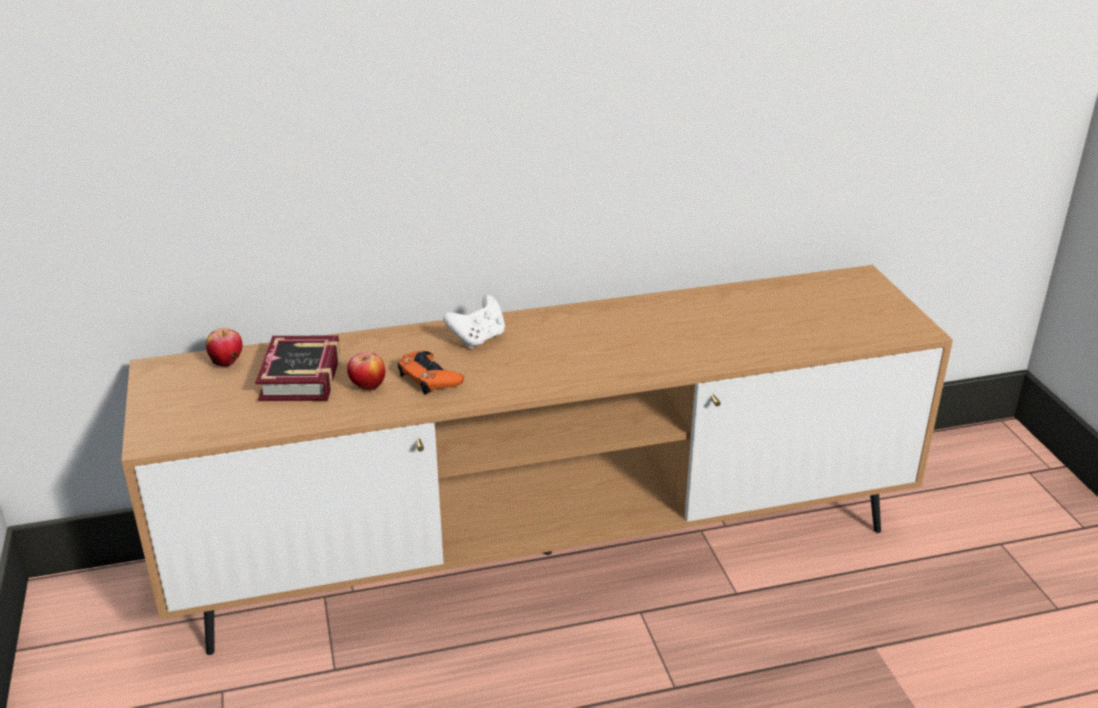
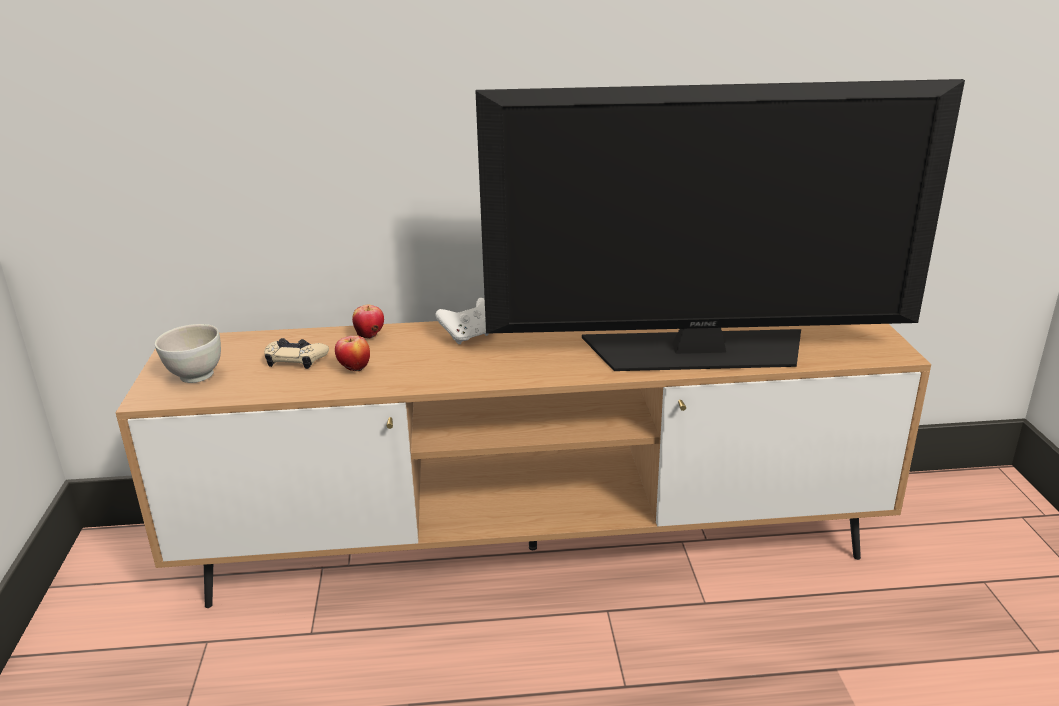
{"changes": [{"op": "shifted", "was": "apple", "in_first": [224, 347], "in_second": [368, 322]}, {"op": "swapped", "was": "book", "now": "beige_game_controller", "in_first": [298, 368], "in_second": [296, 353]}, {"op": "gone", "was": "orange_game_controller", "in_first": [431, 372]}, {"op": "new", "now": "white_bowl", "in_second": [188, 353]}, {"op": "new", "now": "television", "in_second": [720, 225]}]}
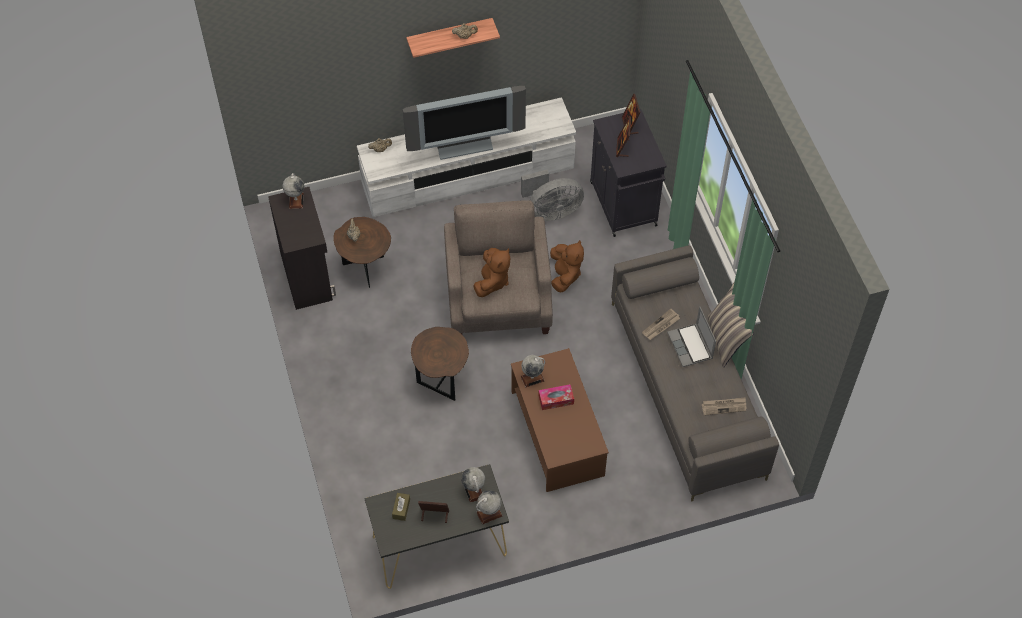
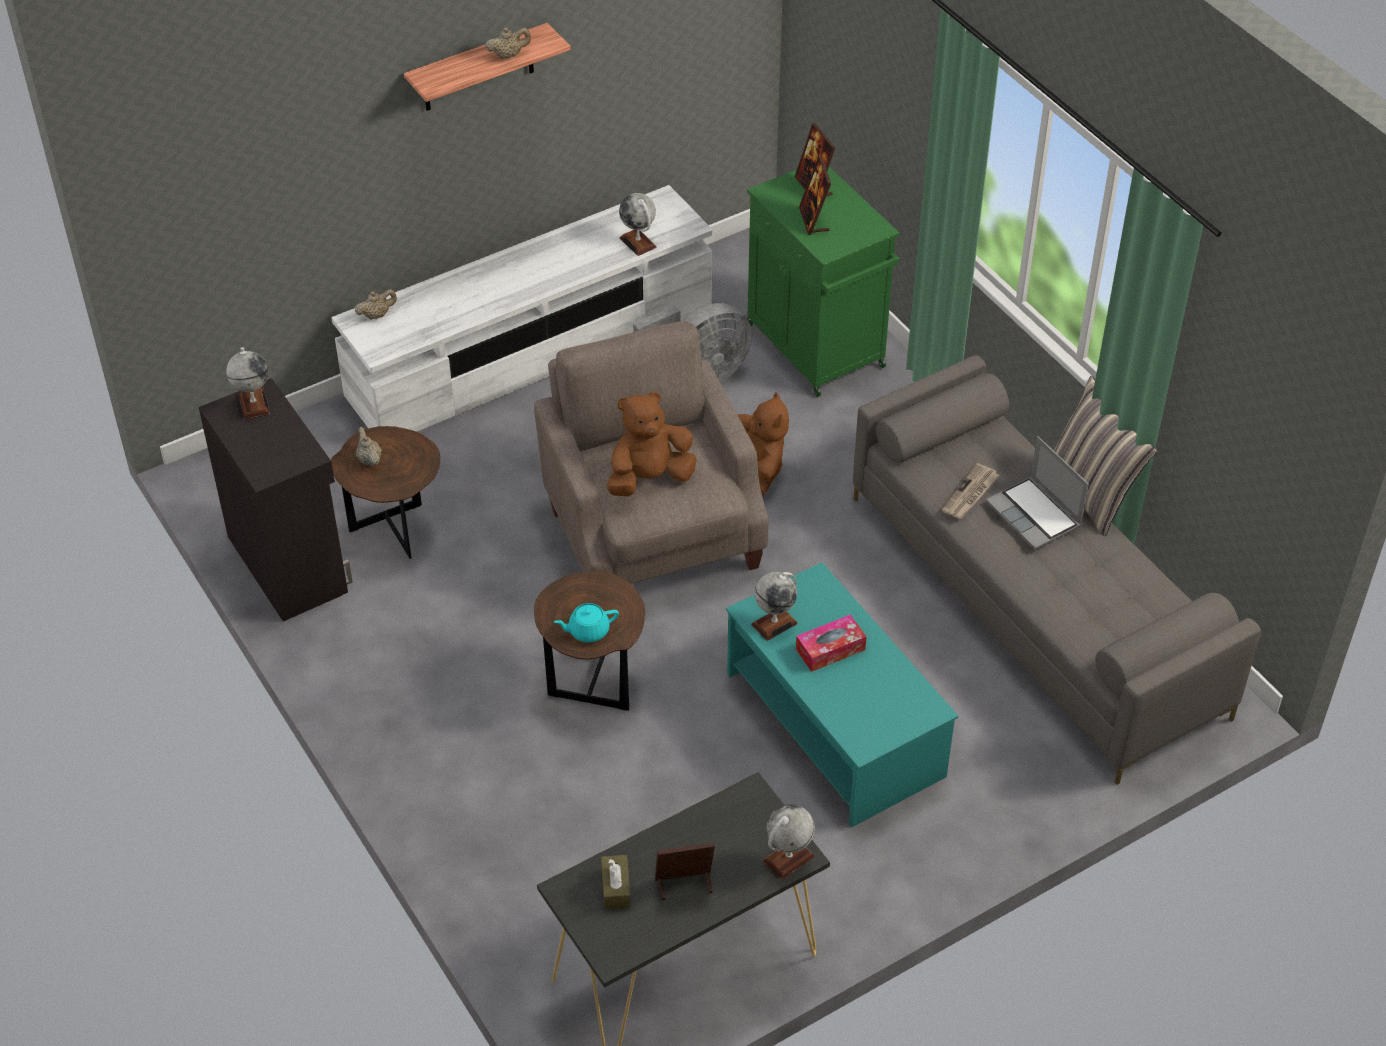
{"changes": [{"op": "gone", "was": "television", "in_first": [464, 123]}, {"op": "shifted", "was": "globe", "in_first": [473, 485], "in_second": [638, 224]}, {"op": "rotated", "was": "brown_plush_toy", "in_first": [491, 272], "in_second": [651, 443], "clockwise": -120}, {"op": "repainted", "was": "brown_coffee_table", "now": "turquoise_coffee_table", "in_first": [560, 420], "in_second": [842, 695]}, {"op": "repainted", "was": "black_cabinet", "now": "green_cabinet", "in_first": [628, 173], "in_second": [823, 282]}, {"op": "gone", "was": "newspaper", "in_first": [724, 406]}, {"op": "new", "now": "turquoise_teapot", "in_second": [586, 622]}]}
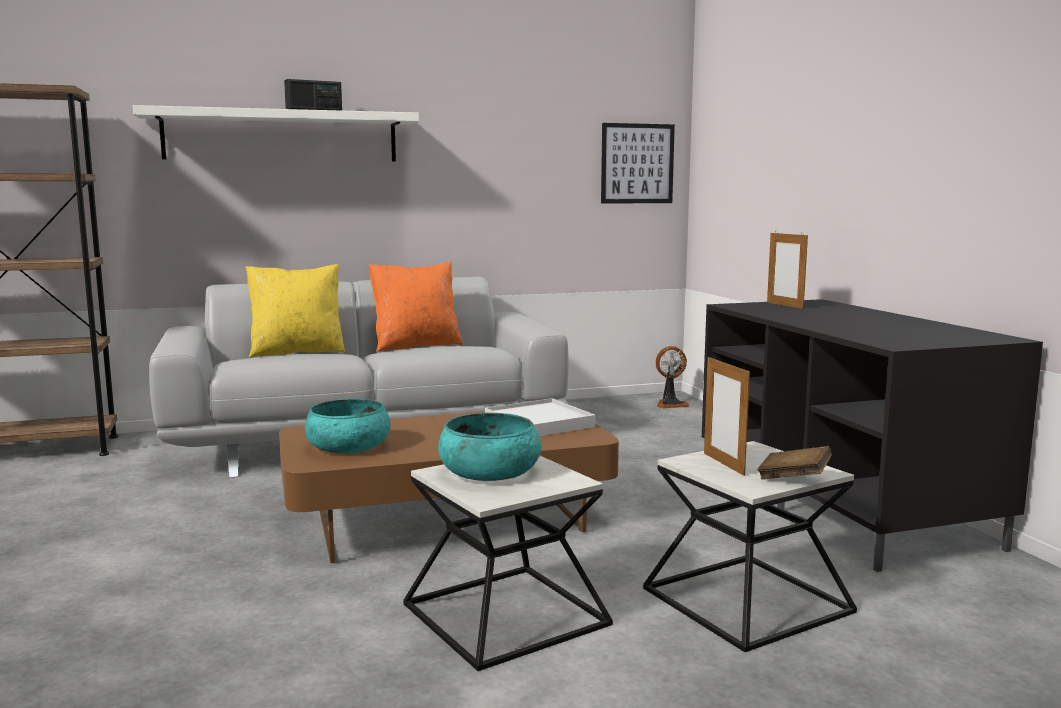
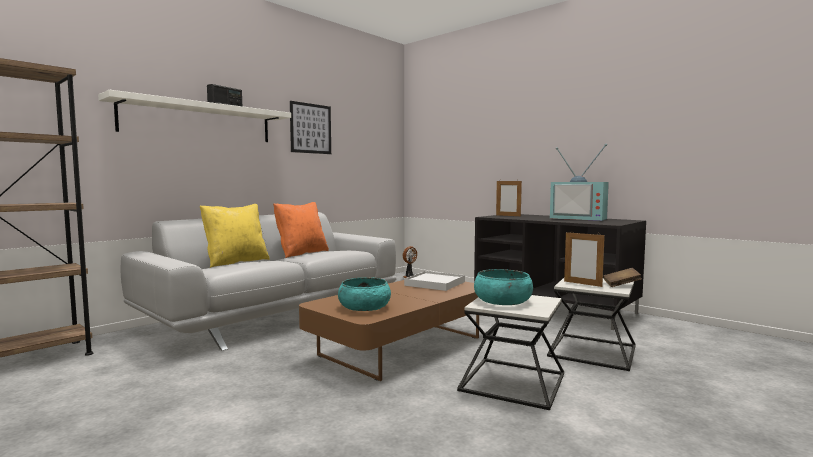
{"changes": [{"op": "shifted", "was": "picture", "in_first": [638, 163], "in_second": [310, 127]}, {"op": "new", "now": "television", "in_second": [579, 182]}]}
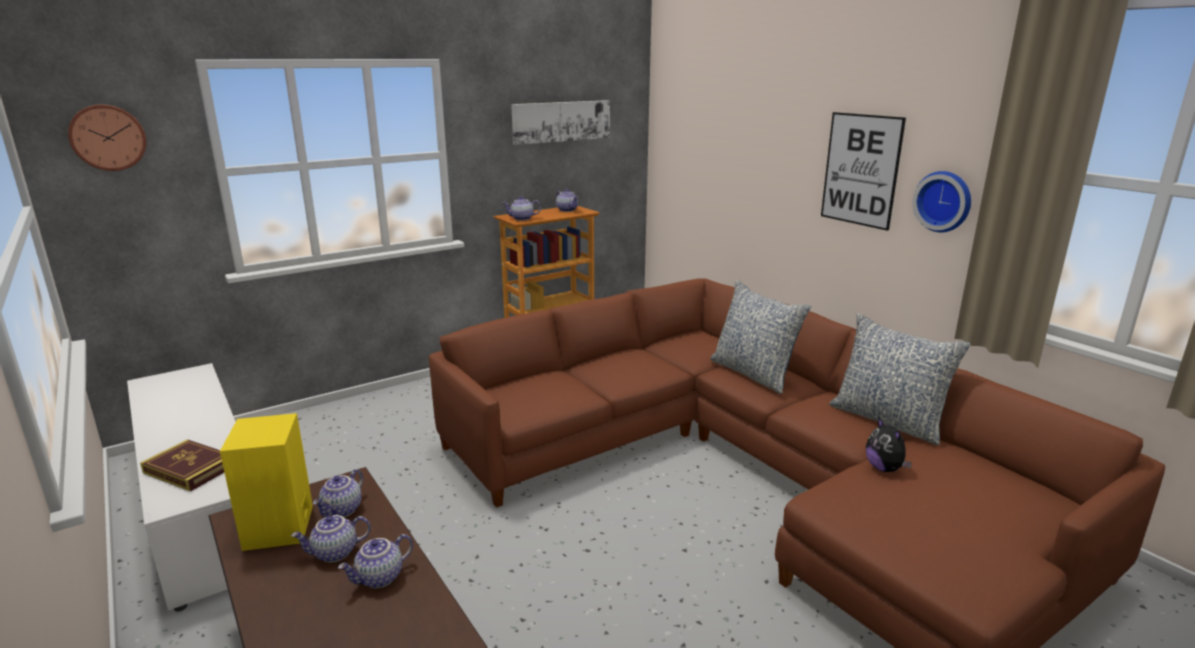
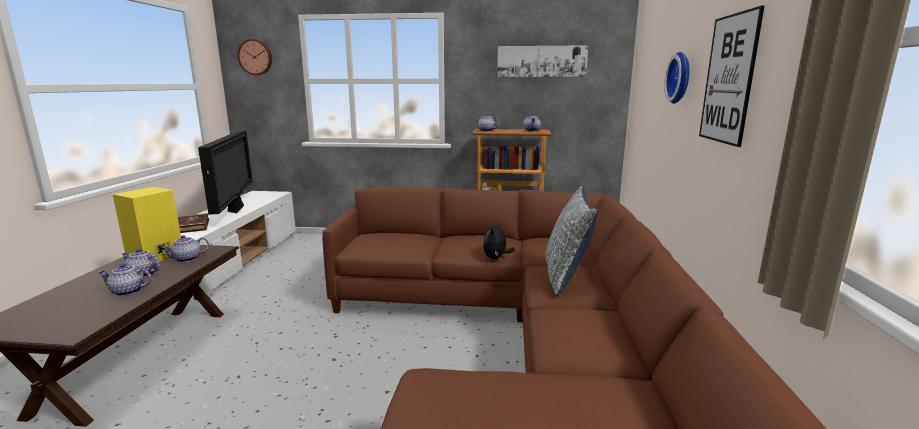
{"changes": [{"op": "gone", "was": "pillow", "in_first": [900, 379]}, {"op": "shifted", "was": "plush_toy", "in_first": [889, 445], "in_second": [499, 240]}, {"op": "shifted", "was": "wall_clock", "in_first": [941, 201], "in_second": [677, 78]}, {"op": "new", "now": "television", "in_second": [225, 173]}]}
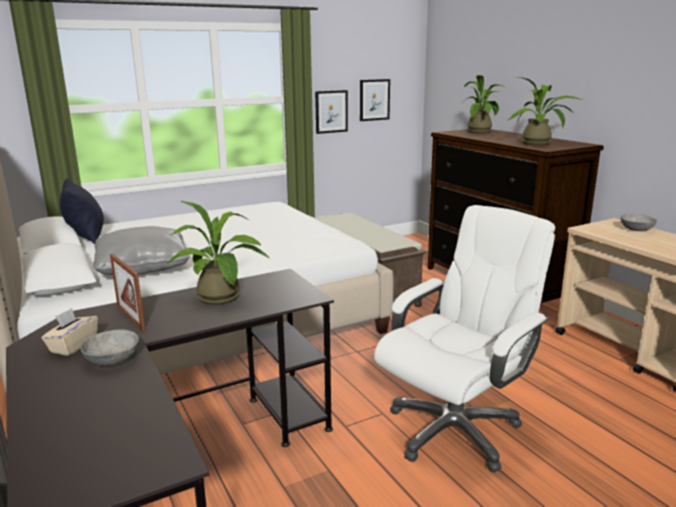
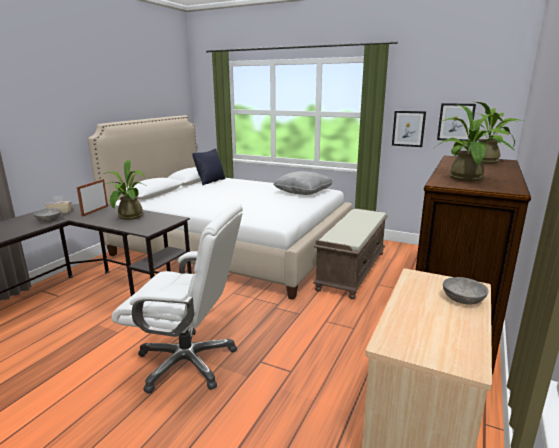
{"changes": [{"op": "shifted", "was": "grey_pillow", "in_first": [141, 250], "in_second": [303, 183]}]}
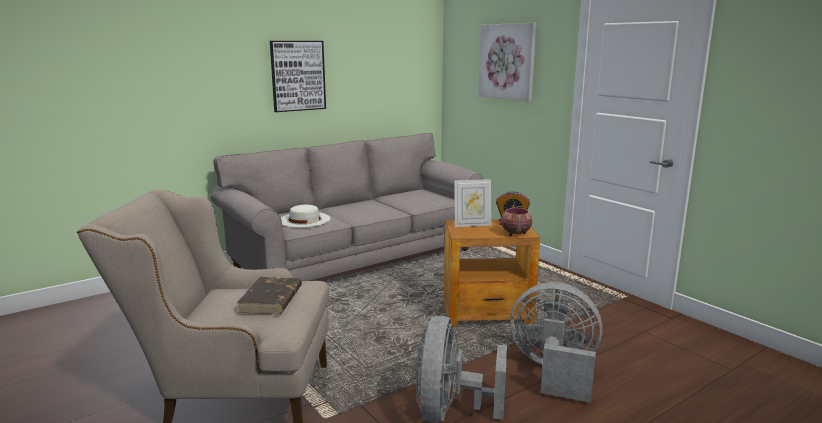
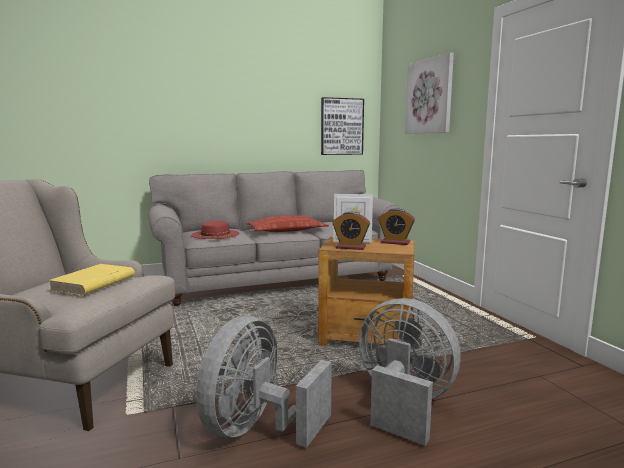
{"changes": [{"op": "repainted", "was": "brown_book", "now": "yellow_book", "in_first": [269, 295], "in_second": [91, 279]}, {"op": "shifted", "was": "picture", "in_first": [298, 76], "in_second": [342, 126]}, {"op": "repainted", "was": "white_hat", "now": "red_hat", "in_first": [306, 216], "in_second": [215, 230]}, {"op": "gone", "was": "bowl", "in_first": [516, 222]}, {"op": "new", "now": "pillow", "in_second": [287, 223]}, {"op": "new", "now": "alarm_clock", "in_second": [351, 231]}]}
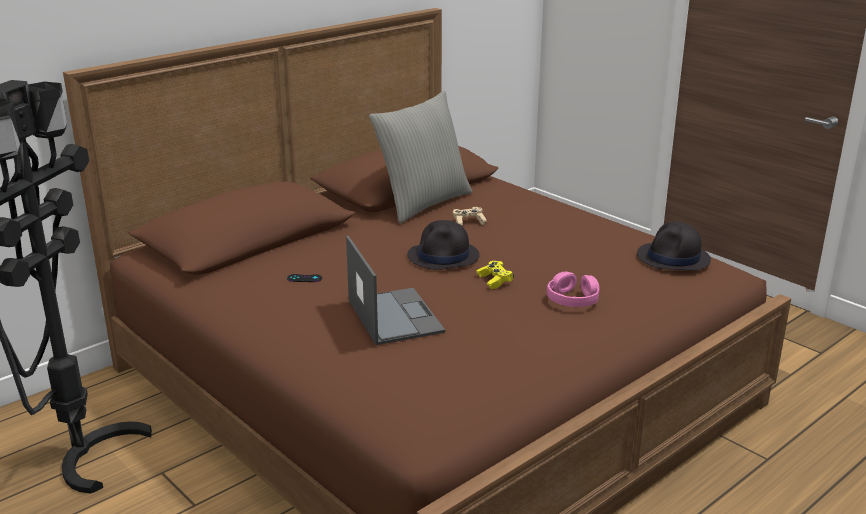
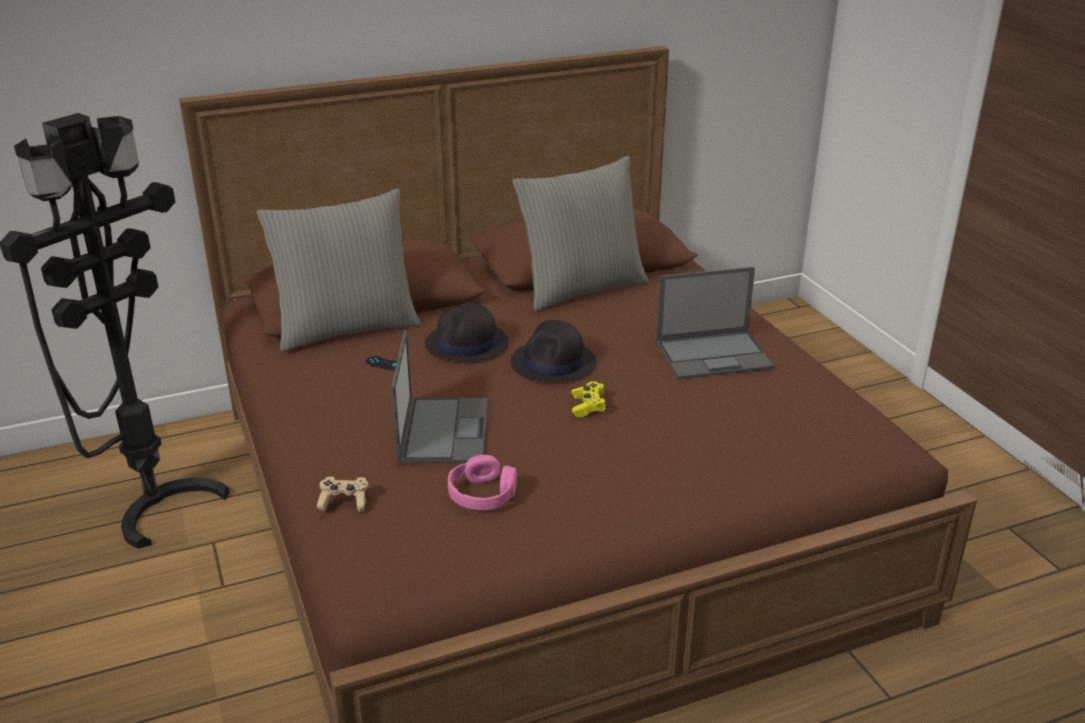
{"changes": [{"op": "shifted", "was": "beige_game_controller", "in_first": [470, 216], "in_second": [342, 494]}, {"op": "shifted", "was": "pink_headphones", "in_first": [573, 289], "in_second": [482, 482]}, {"op": "shifted", "was": "black_hat", "in_first": [674, 246], "in_second": [467, 332]}, {"op": "new", "now": "grey_pillow", "in_second": [339, 270]}, {"op": "new", "now": "laptop", "in_second": [715, 323]}]}
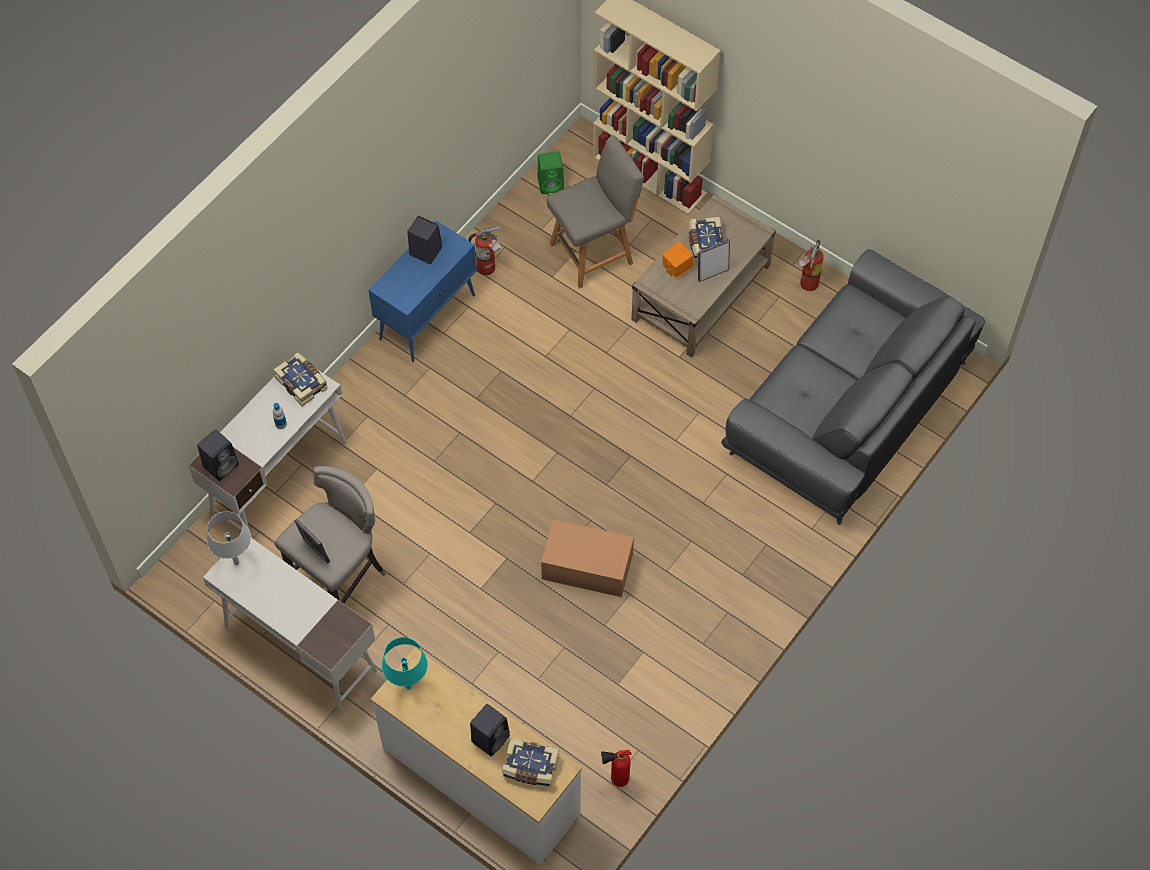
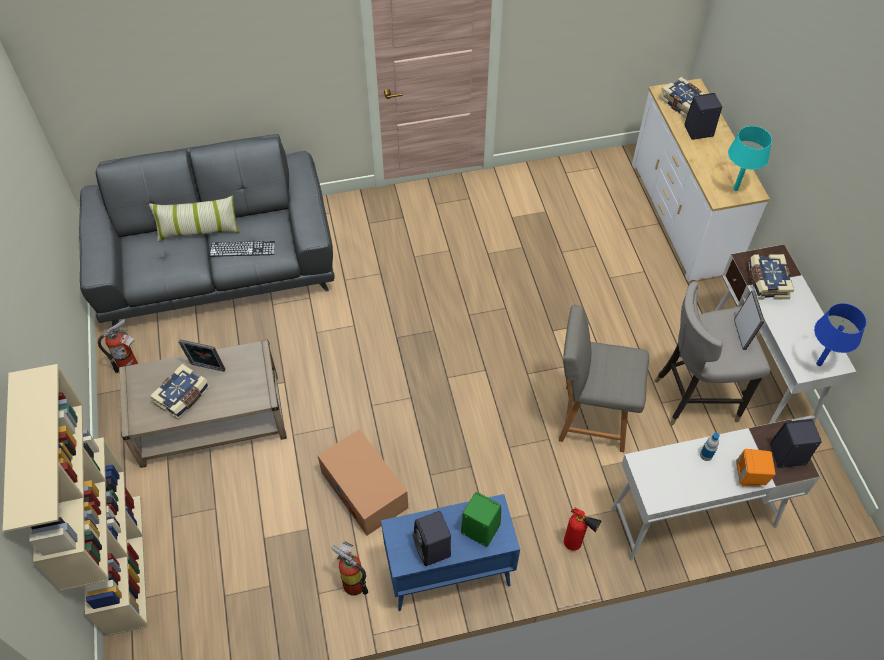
{"changes": [{"op": "repainted", "was": "grey_table_lamp", "now": "blue_table_lamp", "in_first": [229, 538], "in_second": [840, 334]}, {"op": "shifted", "was": "book", "in_first": [300, 379], "in_second": [771, 277]}, {"op": "shifted", "was": "green_speaker", "in_first": [551, 172], "in_second": [481, 519]}, {"op": "shifted", "was": "cardboard_box", "in_first": [587, 558], "in_second": [362, 482]}, {"op": "shifted", "was": "grey_chair", "in_first": [595, 212], "in_second": [604, 378]}, {"op": "shifted", "was": "fire_extinguisher", "in_first": [616, 768], "in_second": [582, 529]}, {"op": "shifted", "was": "orange_speaker", "in_first": [677, 259], "in_second": [756, 467]}, {"op": "new", "now": "pillow", "in_second": [194, 218]}, {"op": "new", "now": "keyboard", "in_second": [242, 249]}]}
